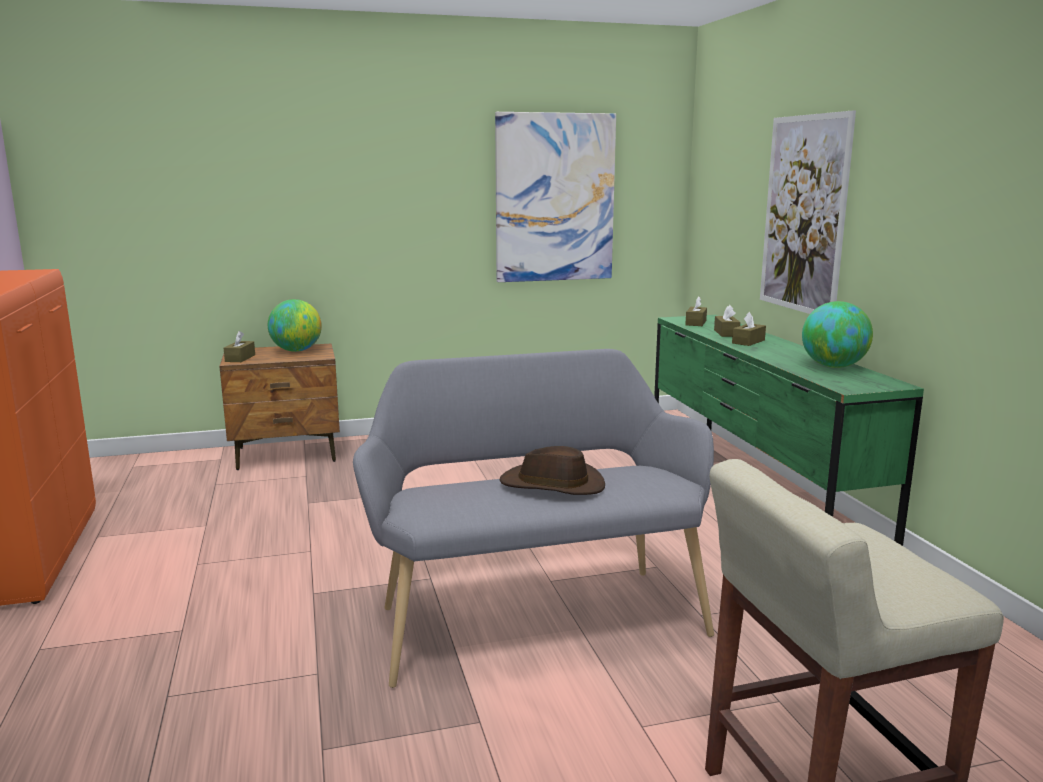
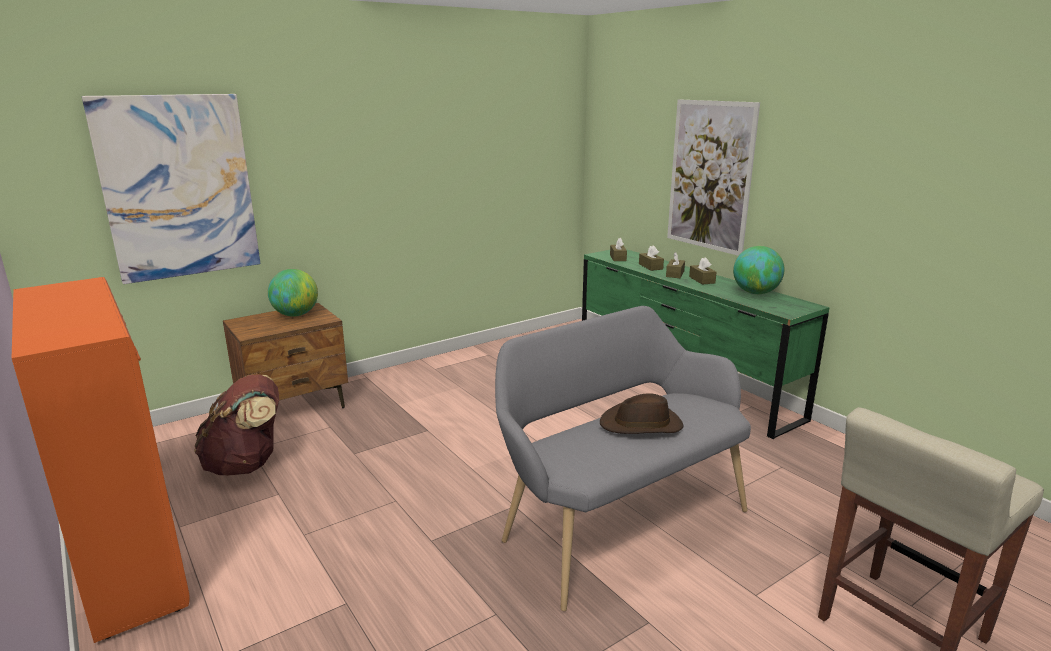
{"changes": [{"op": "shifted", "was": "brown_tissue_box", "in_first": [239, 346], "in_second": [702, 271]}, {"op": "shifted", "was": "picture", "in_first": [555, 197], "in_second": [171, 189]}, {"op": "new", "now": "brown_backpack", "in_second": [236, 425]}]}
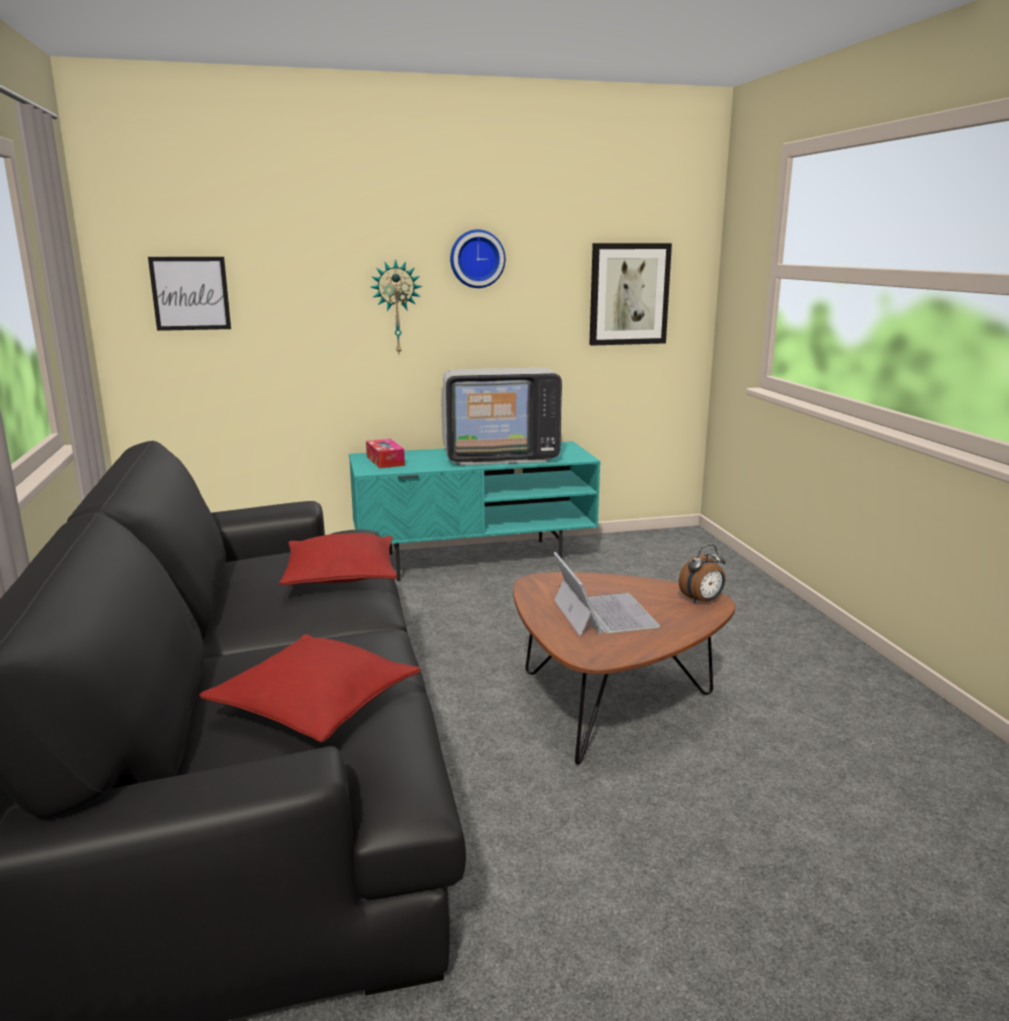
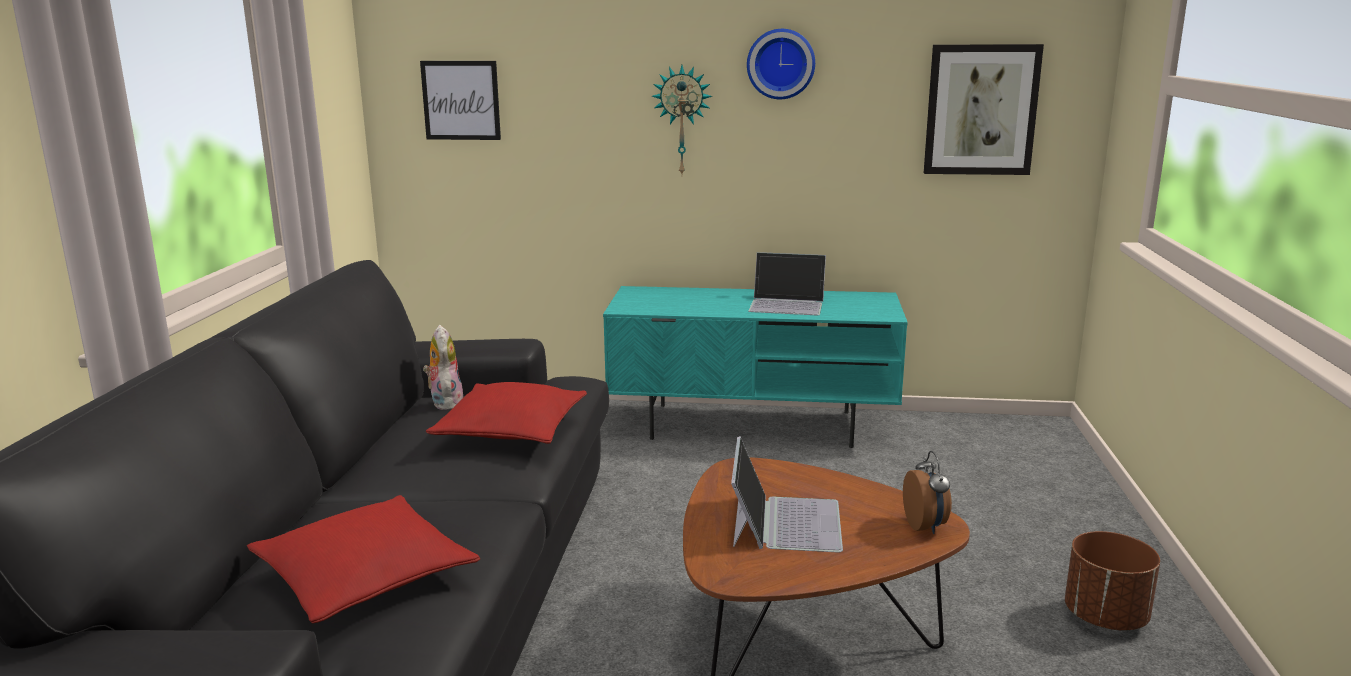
{"changes": [{"op": "gone", "was": "tissue_box", "in_first": [385, 453]}, {"op": "swapped", "was": "television", "now": "laptop", "in_first": [501, 416], "in_second": [787, 283]}, {"op": "rotated", "was": "alarm_clock", "in_first": [702, 574], "in_second": [927, 492], "clockwise": -90}, {"op": "new", "now": "plush_toy", "in_second": [443, 367]}, {"op": "new", "now": "brown_planter", "in_second": [1112, 581]}]}
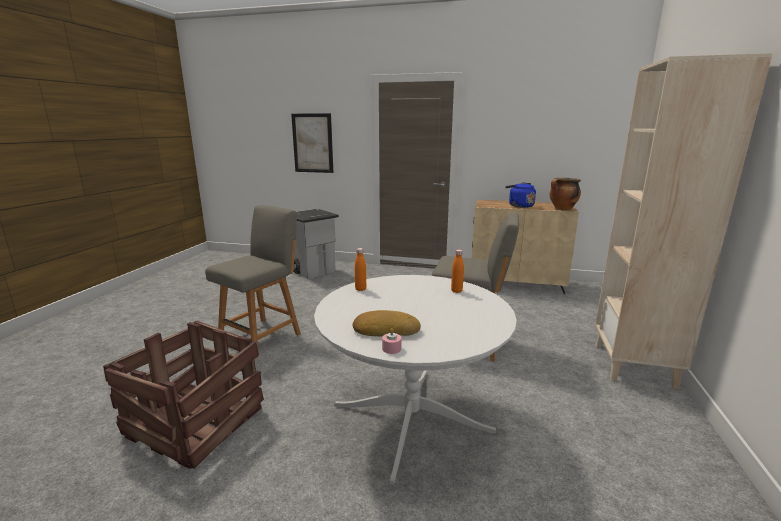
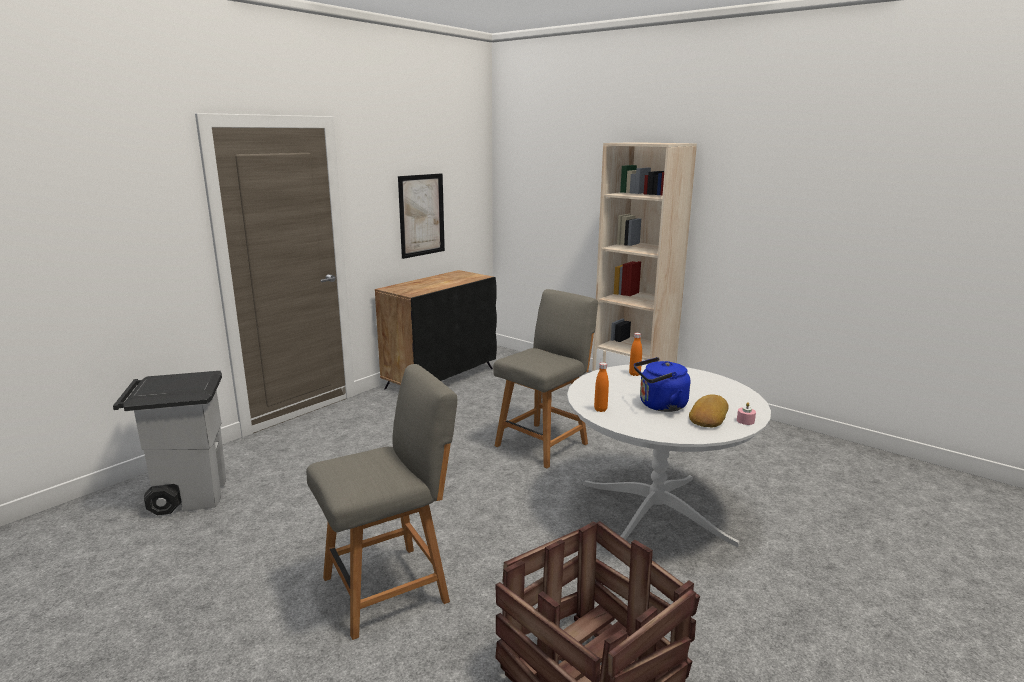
{"changes": [{"op": "rotated", "was": "grey_chair", "in_first": [253, 282], "in_second": [381, 502], "clockwise": 90}, {"op": "shifted", "was": "picture", "in_first": [312, 143], "in_second": [421, 216]}, {"op": "repainted", "was": "beige_cabinet", "now": "black_cabinet", "in_first": [525, 247], "in_second": [436, 329]}, {"op": "shifted", "was": "blue_kettle", "in_first": [520, 195], "in_second": [662, 384]}, {"op": "gone", "was": "cooking_pot", "in_first": [565, 194]}]}
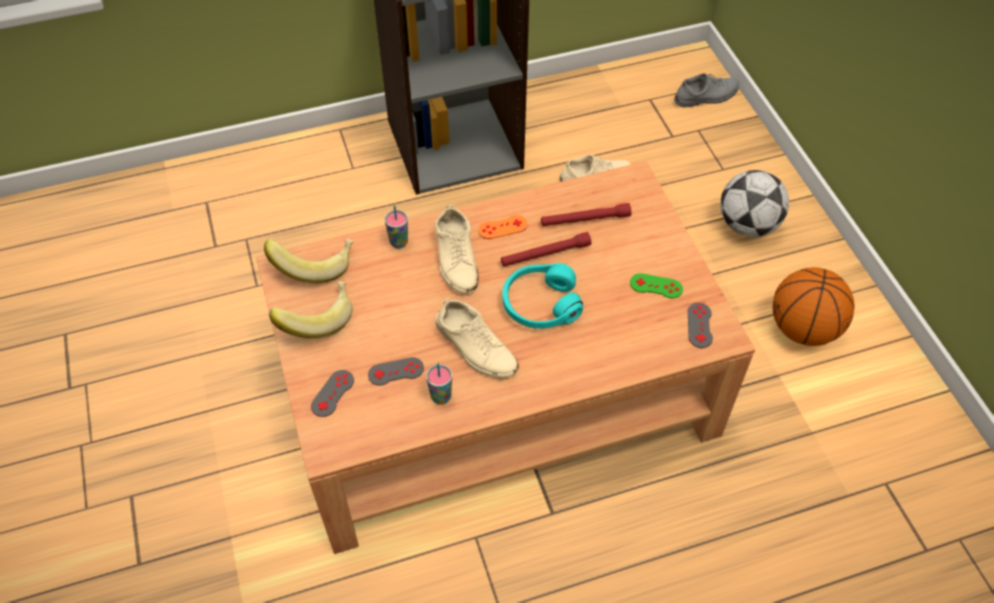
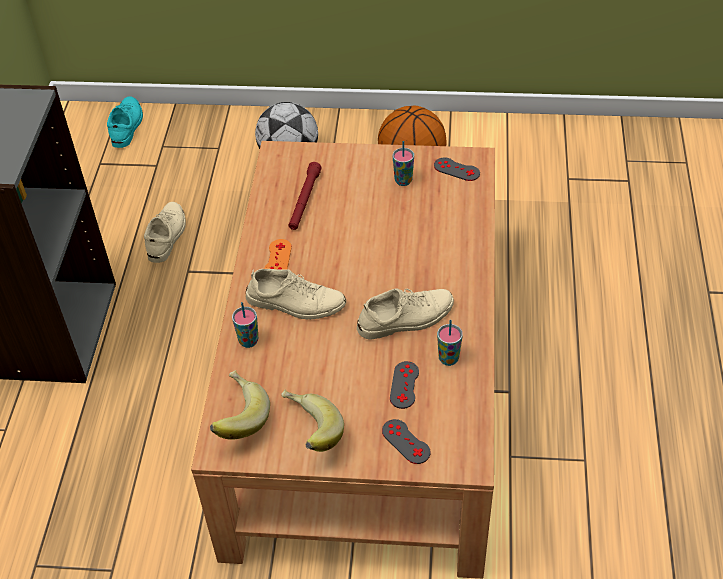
{"changes": [{"op": "gone", "was": "red_flashlight", "in_first": [546, 249]}, {"op": "gone", "was": "turquoise_headphones", "in_first": [542, 296]}, {"op": "swapped", "was": "green_game_controller", "now": "cup", "in_first": [656, 285], "in_second": [403, 163]}, {"op": "repainted", "was": "grey_shoe", "now": "turquoise_shoe", "in_first": [706, 90], "in_second": [125, 122]}]}
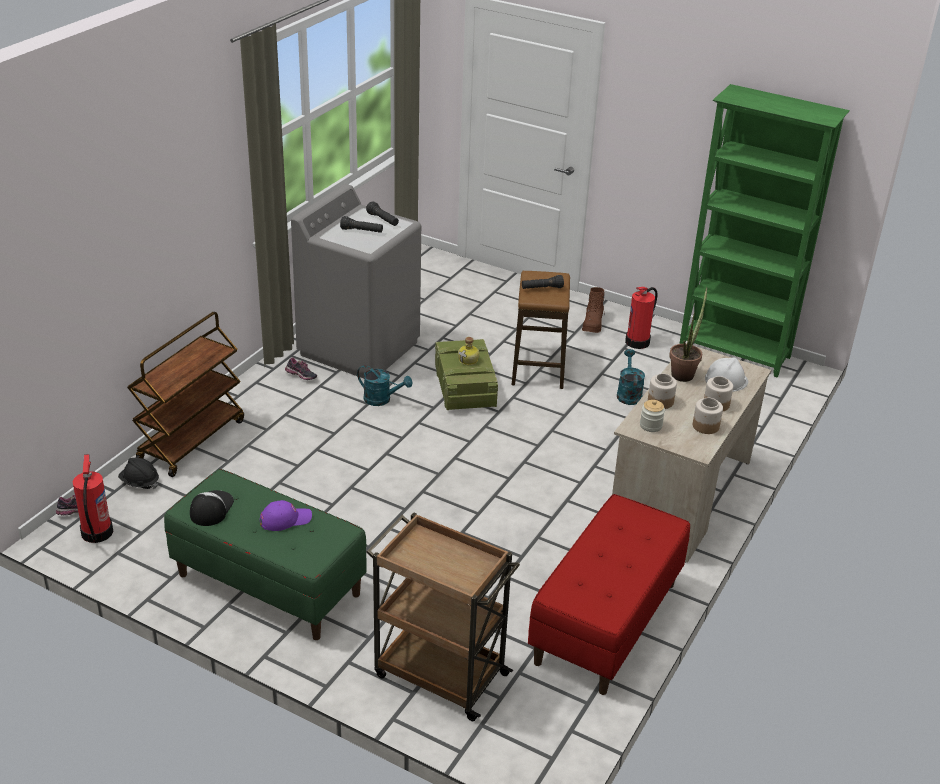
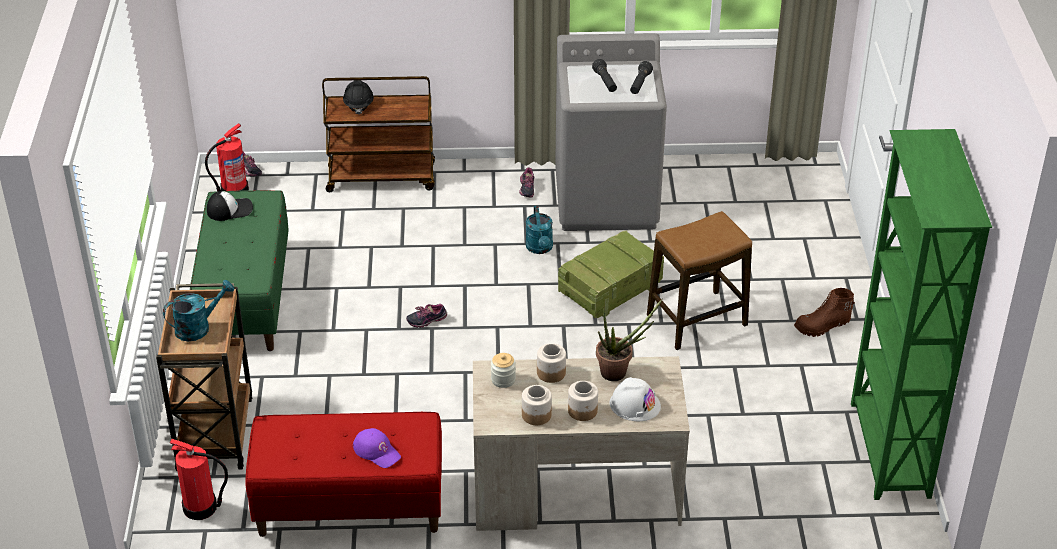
{"changes": [{"op": "shifted", "was": "black_hard_hat", "in_first": [138, 473], "in_second": [358, 97]}, {"op": "shifted", "was": "purple_cap", "in_first": [286, 515], "in_second": [377, 448]}, {"op": "gone", "was": "bottle", "in_first": [469, 351]}, {"op": "gone", "was": "black_flashlight", "in_first": [543, 282]}, {"op": "shifted", "was": "turquoise_watering_can", "in_first": [631, 377], "in_second": [198, 310]}, {"op": "shifted", "was": "fire_extinguisher", "in_first": [641, 318], "in_second": [199, 479]}, {"op": "new", "now": "shoe", "in_second": [426, 316]}]}
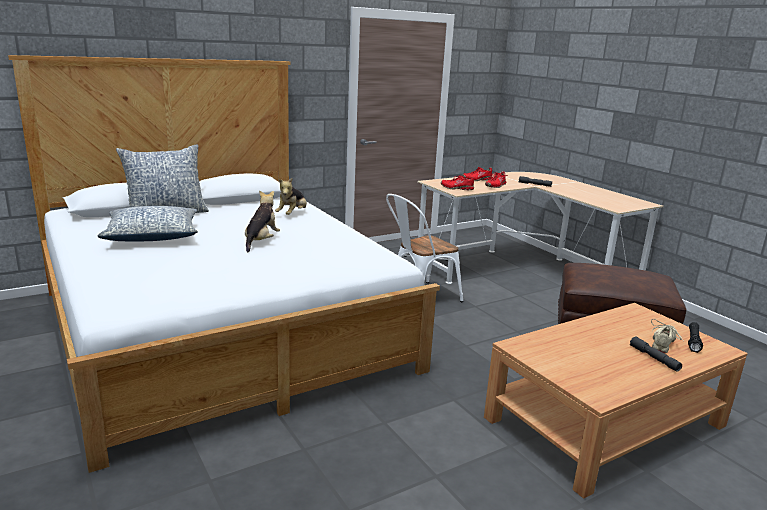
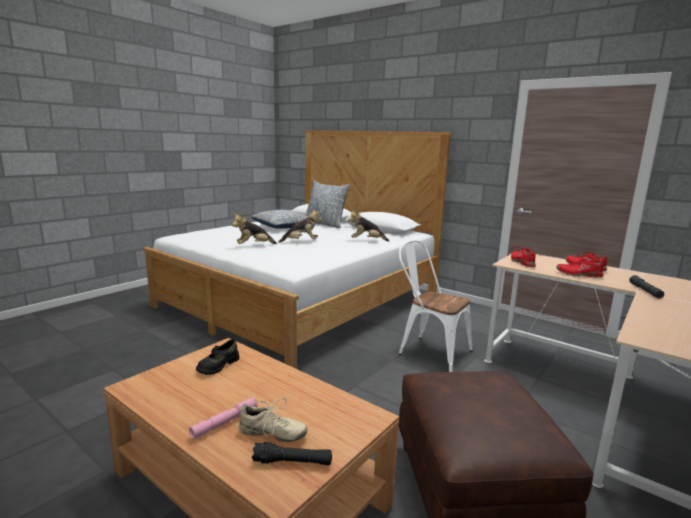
{"changes": [{"op": "repainted", "was": "grey_flashlight", "now": "pink_flashlight", "in_first": [656, 354], "in_second": [223, 418]}, {"op": "new", "now": "black_shoe", "in_second": [217, 357]}, {"op": "new", "now": "plush_toy", "in_second": [254, 228]}]}
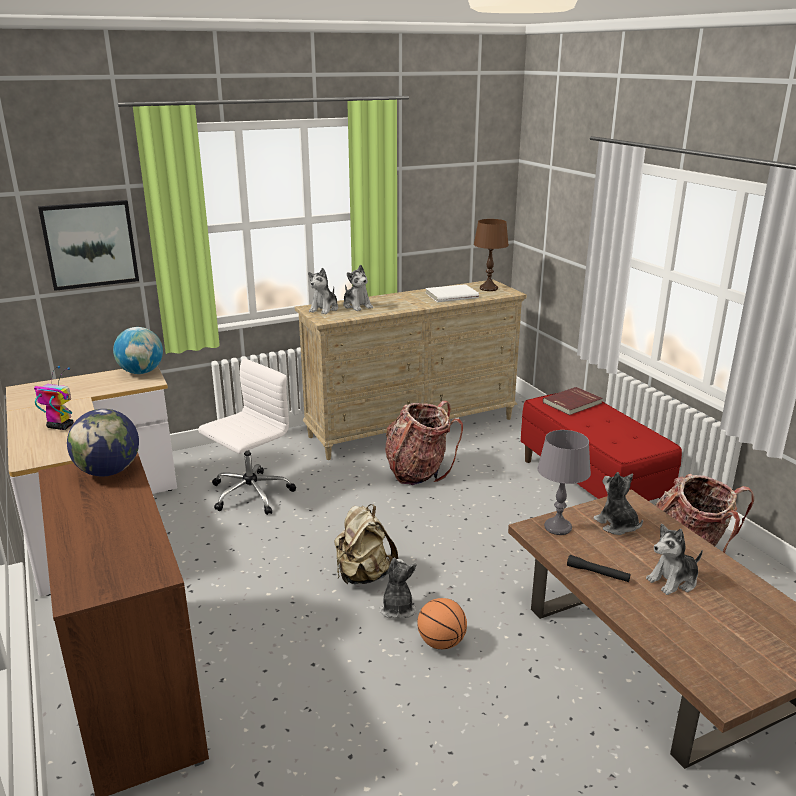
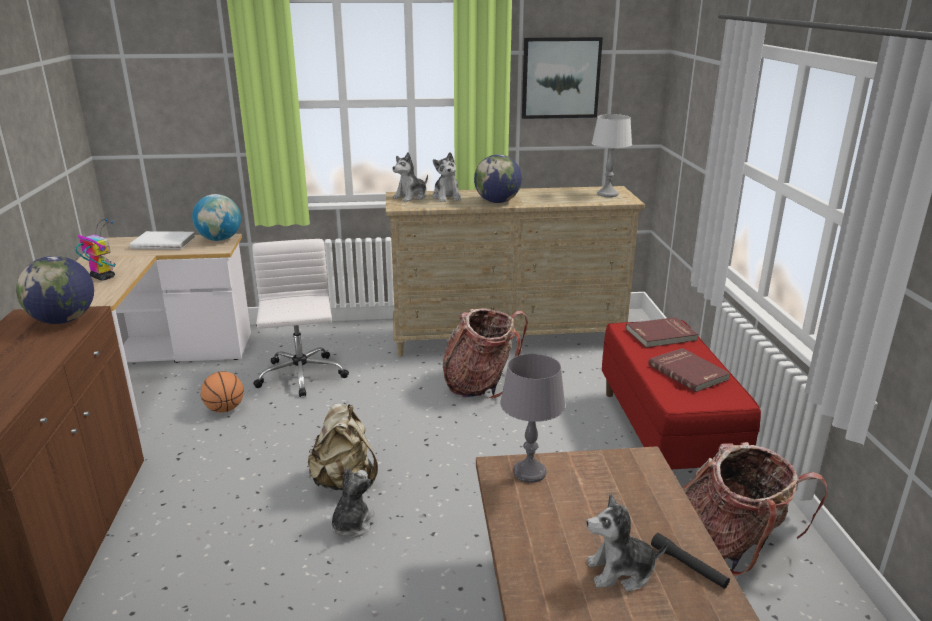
{"changes": [{"op": "shifted", "was": "picture", "in_first": [88, 245], "in_second": [562, 78]}, {"op": "rotated", "was": "white_office_chair", "in_first": [247, 437], "in_second": [300, 318], "clockwise": -75}, {"op": "shifted", "was": "basketball", "in_first": [442, 623], "in_second": [222, 391]}, {"op": "shifted", "was": "white_book", "in_first": [452, 293], "in_second": [162, 240]}, {"op": "repainted", "was": "brown_table_lamp", "now": "grey_table_lamp", "in_first": [491, 255], "in_second": [612, 155]}, {"op": "shifted", "was": "black_flashlight", "in_first": [599, 568], "in_second": [690, 561]}, {"op": "gone", "was": "plush_toy", "in_first": [618, 503]}, {"op": "new", "now": "globe", "in_second": [498, 178]}, {"op": "new", "now": "red_book", "in_second": [689, 370]}]}
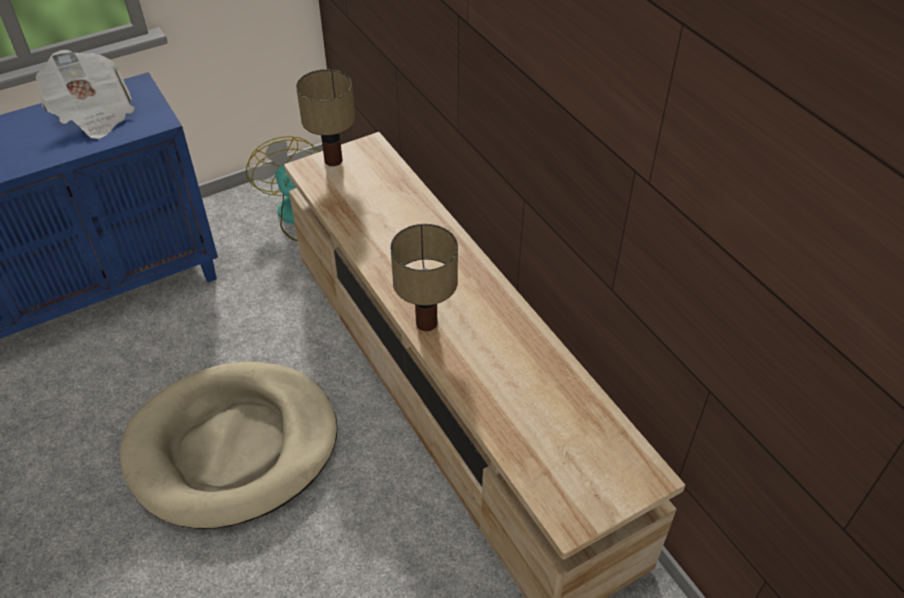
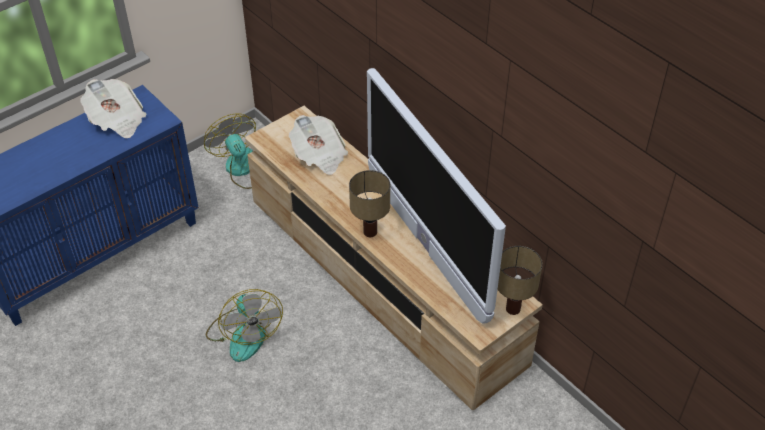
{"changes": [{"op": "swapped", "was": "beige_dog_bed", "now": "fan", "in_first": [229, 445], "in_second": [244, 325]}, {"op": "shifted", "was": "table_lamp", "in_first": [325, 117], "in_second": [520, 280]}, {"op": "new", "now": "newspaper", "in_second": [318, 145]}, {"op": "new", "now": "television", "in_second": [436, 196]}]}
